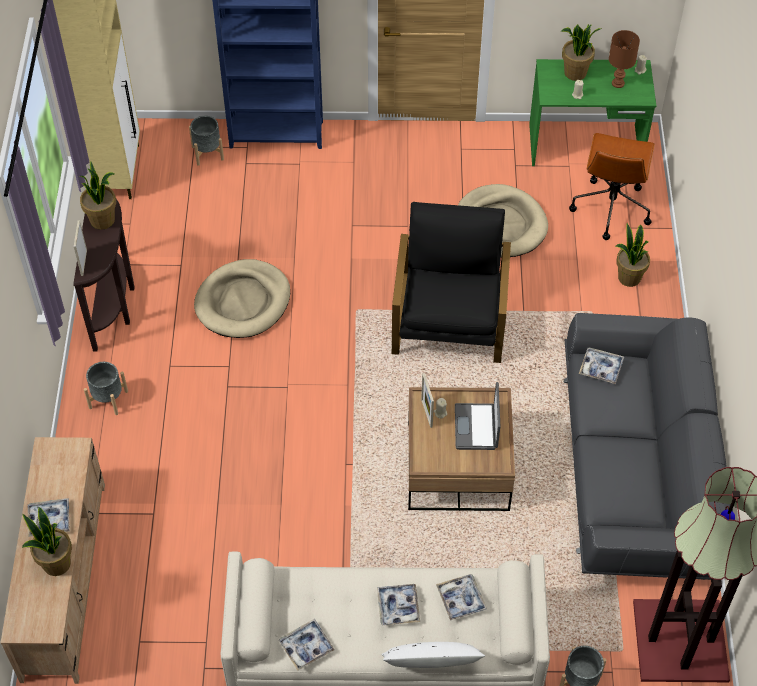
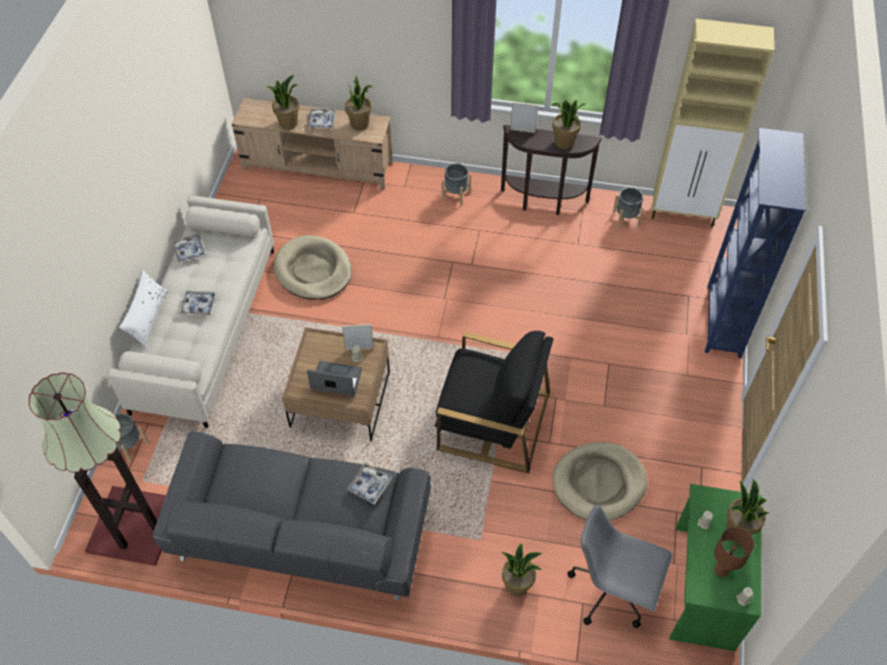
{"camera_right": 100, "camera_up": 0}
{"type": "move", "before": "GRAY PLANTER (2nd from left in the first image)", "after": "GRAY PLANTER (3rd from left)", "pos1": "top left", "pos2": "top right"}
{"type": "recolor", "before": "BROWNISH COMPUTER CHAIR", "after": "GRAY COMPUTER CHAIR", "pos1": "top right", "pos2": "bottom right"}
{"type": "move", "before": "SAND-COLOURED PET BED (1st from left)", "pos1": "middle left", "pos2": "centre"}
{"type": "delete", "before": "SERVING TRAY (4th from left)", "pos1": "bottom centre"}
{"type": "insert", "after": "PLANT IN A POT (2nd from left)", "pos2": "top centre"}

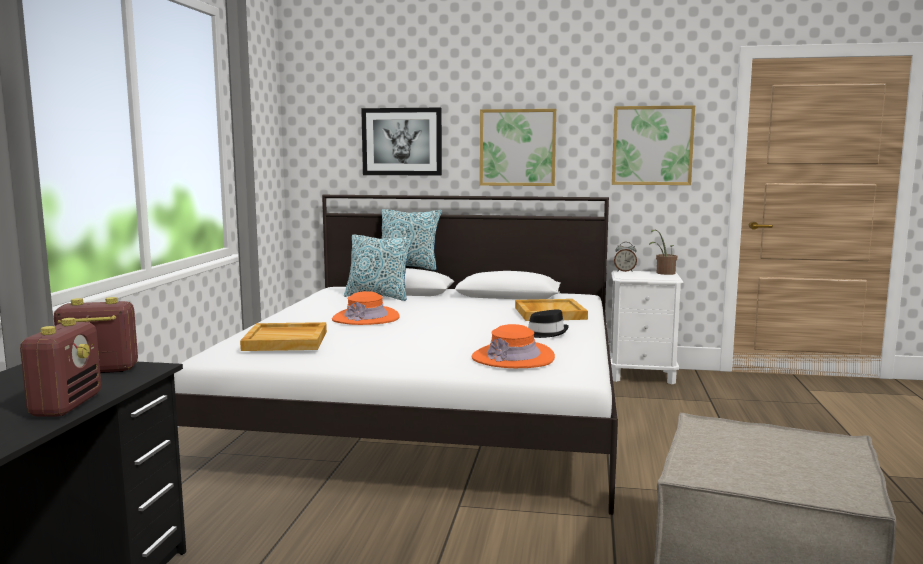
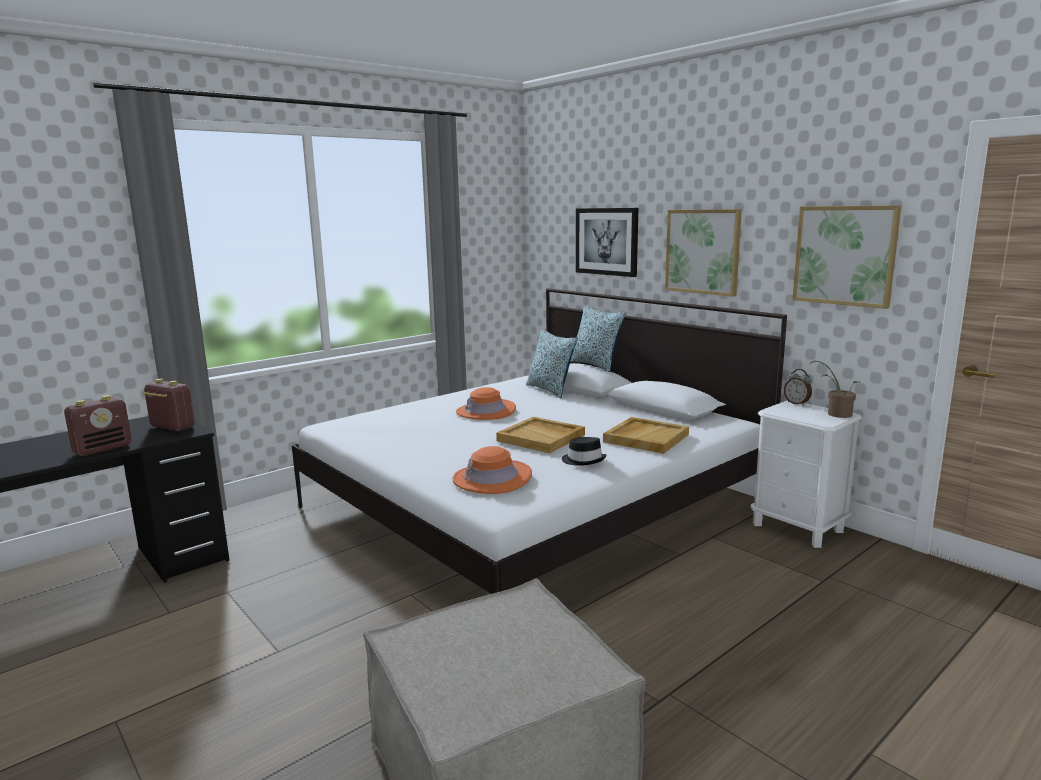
{"camera_right": 40, "camera_up": 5}
{"type": "move", "before": "SAND-COLOURED SERVING TRAY (1st from left)", "pos1": "middle left", "pos2": "centre"}

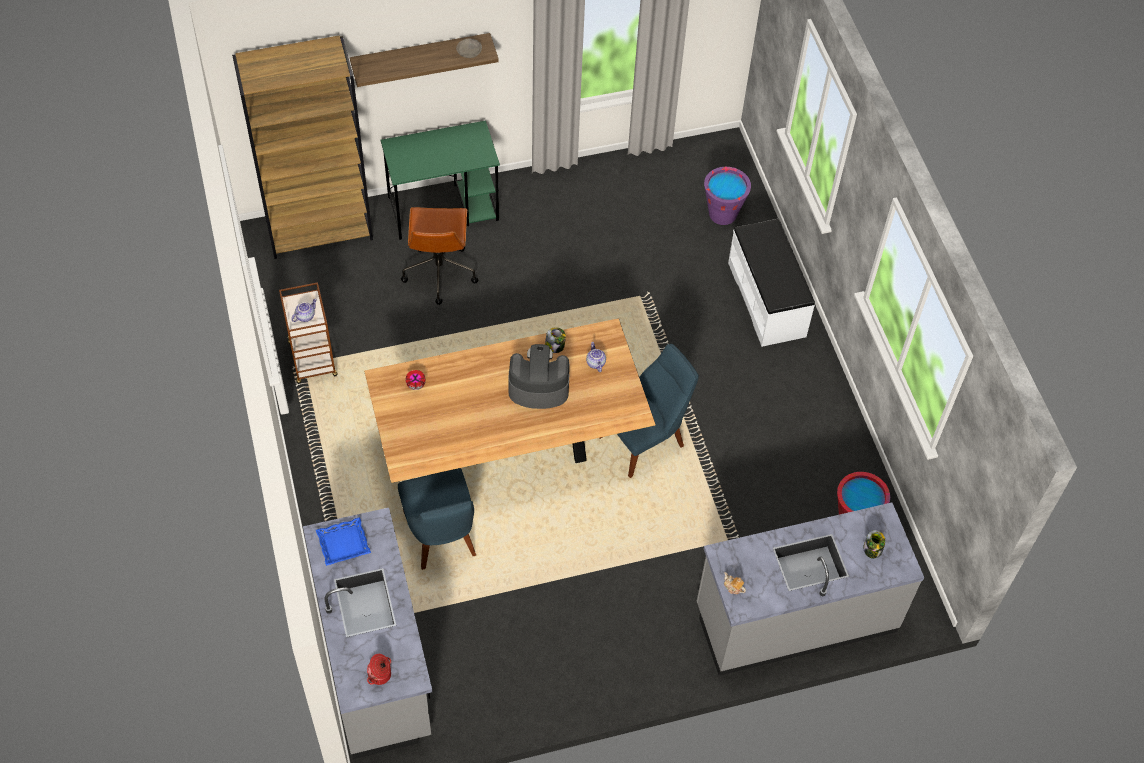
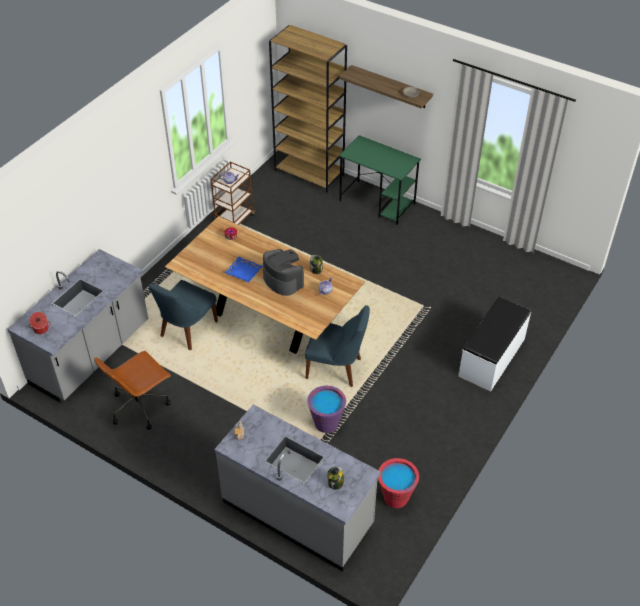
{"camera_right": 50, "camera_up": -10}
{"type": "move", "before": "PURPLE PAIL", "pos1": "top centre", "pos2": "bottom centre"}
{"type": "move", "before": "BROWNISH COMPUTER CHAIR", "pos1": "centre", "pos2": "middle left"}
{"type": "move", "before": "BLUE-COLOURED SERVING TRAY", "pos1": "bottom left", "pos2": "centre"}

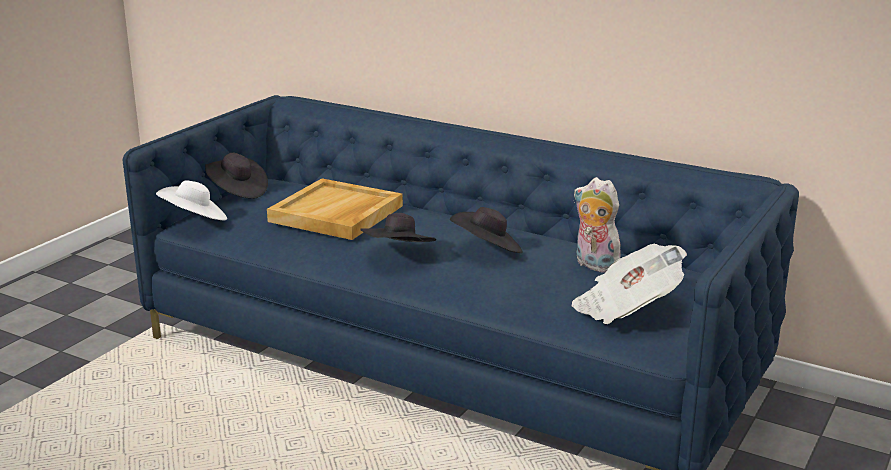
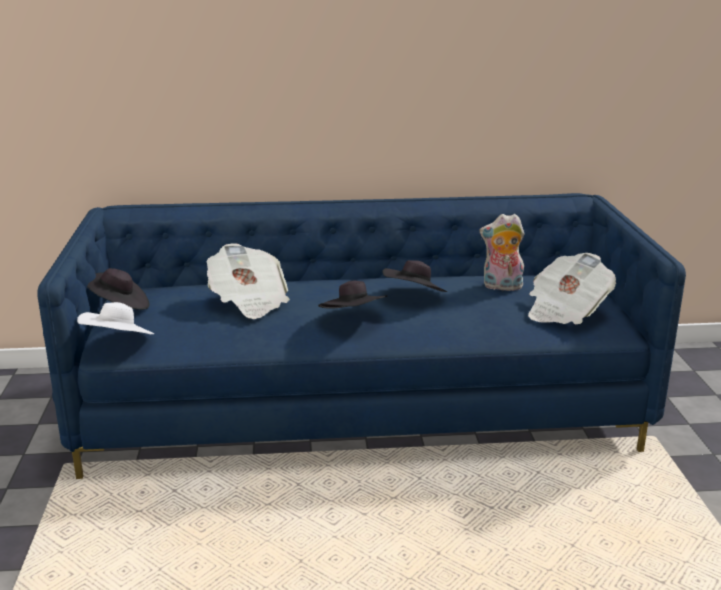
{"camera_right": -35, "camera_up": 0}
{"type": "replace", "before": "SAND-COLOURED SERVING TRAY", "after": "NEWSPAPER (1st from left)", "pos1": "centre", "pos2": "centre"}

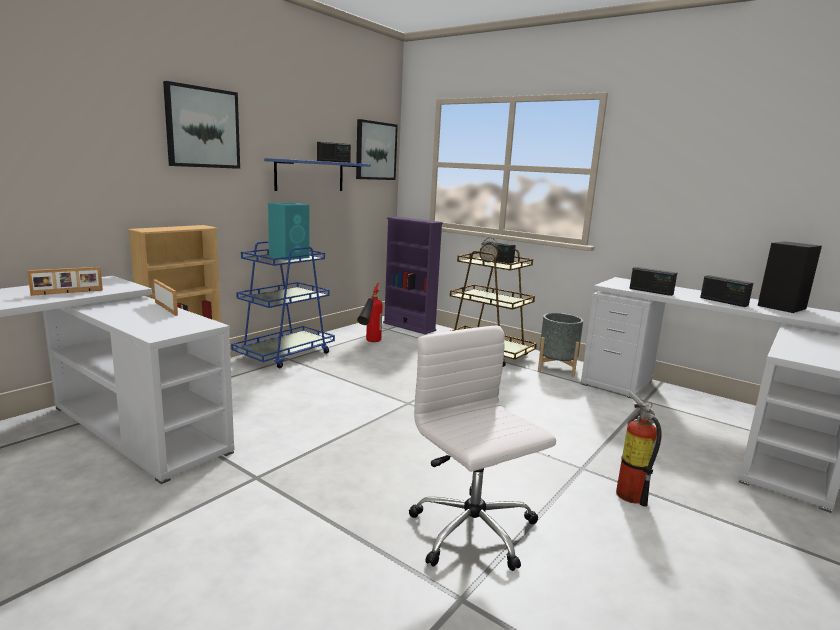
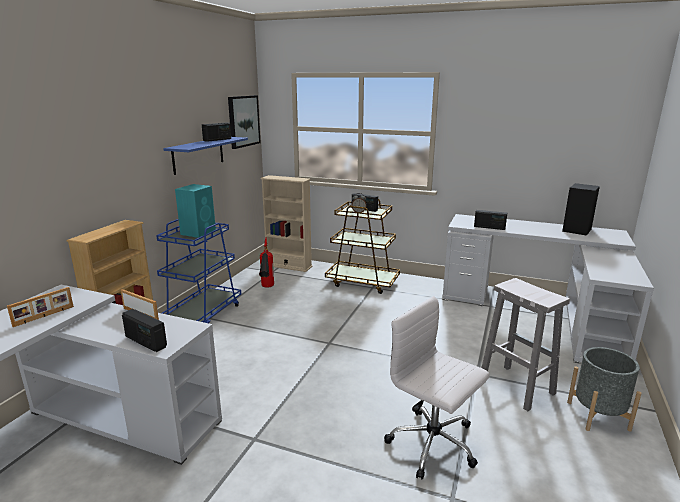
{"camera_right": -15, "camera_up": 5}
{"type": "delete", "before": "WALL ART (1st from left)", "pos1": "top left"}
{"type": "recolor", "before": "PURPLE BOOKCASE", "after": "SAND-COLOURED BOOKCASE (2nd from left)", "pos1": "centre", "pos2": "centre"}
{"type": "move", "before": "RADIO RECEIVER (4th from left in the first image)", "after": "RADIO RECEIVER (1st from left)", "pos1": "middle right", "pos2": "middle left"}
{"type": "move", "before": "GRAY PLANTER", "pos1": "middle right", "pos2": "bottom right"}
{"type": "replace", "before": "FIRE-FIGHTING CYLINDER (2nd from left)", "after": "WHITE-COLOURED SITTING STOOL", "pos1": "bottom right", "pos2": "bottom right"}

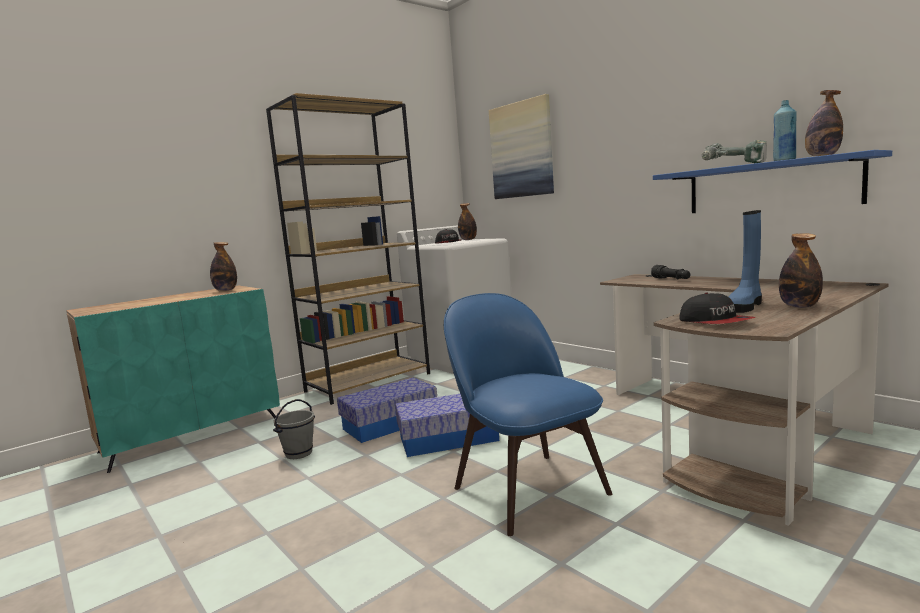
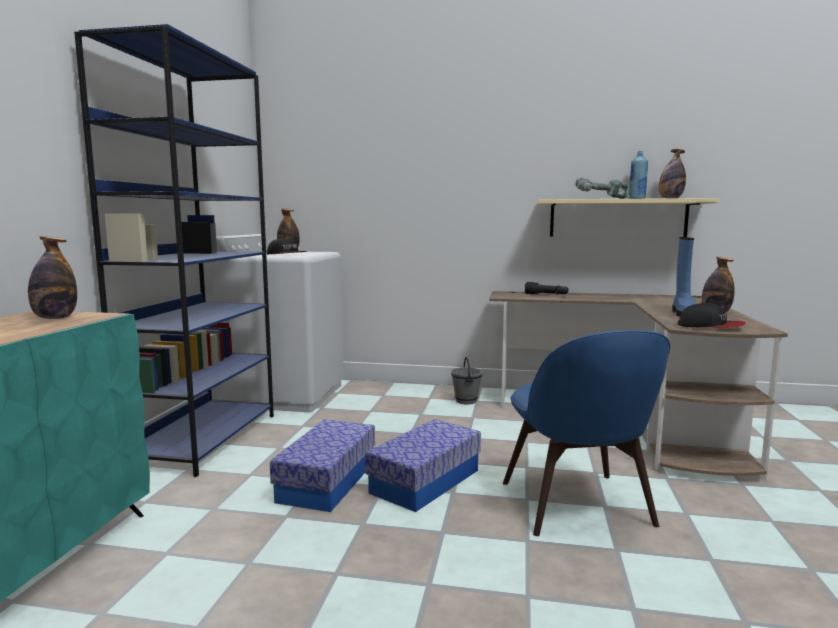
{"camera_right": -40, "camera_up": 0}
{"type": "recolor", "before": "BROWNISH BOOKCASE", "after": "BLUE-COLOURED BOOKCASE", "pos1": "centre", "pos2": "middle left"}
{"type": "delete", "before": "WALL ART", "pos1": "top centre"}
{"type": "recolor", "before": "BLUE-COLOURED WALL SHELF", "after": "SAND-COLOURED WALL SHELF", "pos1": "top right", "pos2": "middle right"}
{"type": "rotate", "before": "BLUE-COLOURED PLAIN CHAIR", "pos1": "bottom centre", "pos2": "bottom right", "turn": -120}
{"type": "move", "before": "GRAY PAIL", "pos1": "bottom left", "pos2": "centre"}

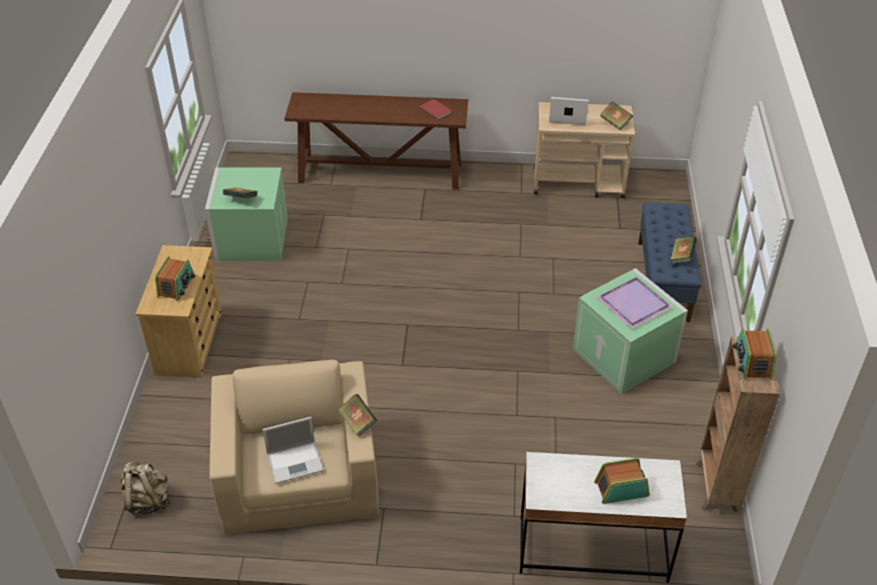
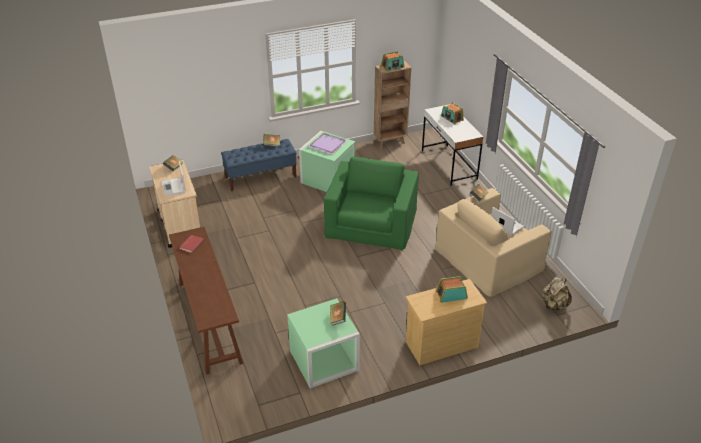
{"camera_right": -115, "camera_up": -5}
{"type": "insert", "after": "GREEN-COLOURED ARMCHAIR", "pos2": "centre"}

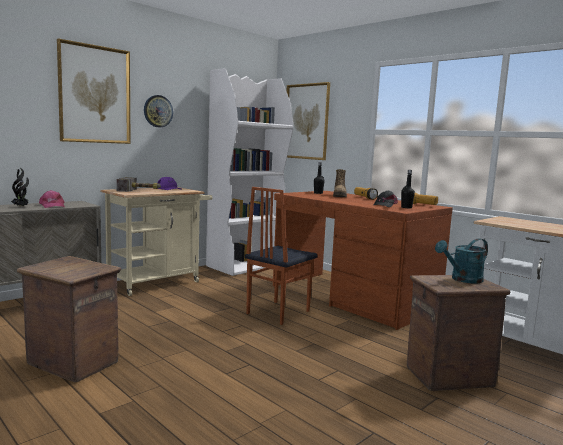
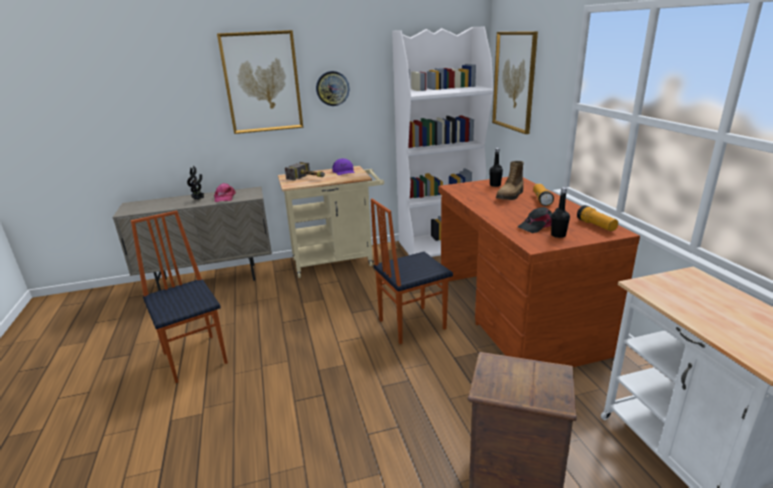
{"camera_right": 30, "camera_up": 15}
{"type": "delete", "before": "TURQUOISE SPRINKLING CAN", "pos1": "middle right"}
{"type": "replace", "before": "SHIPPING CRATE (1st from left)", "after": "PLAIN CHAIR (1st from left)", "pos1": "bottom left", "pos2": "middle left"}

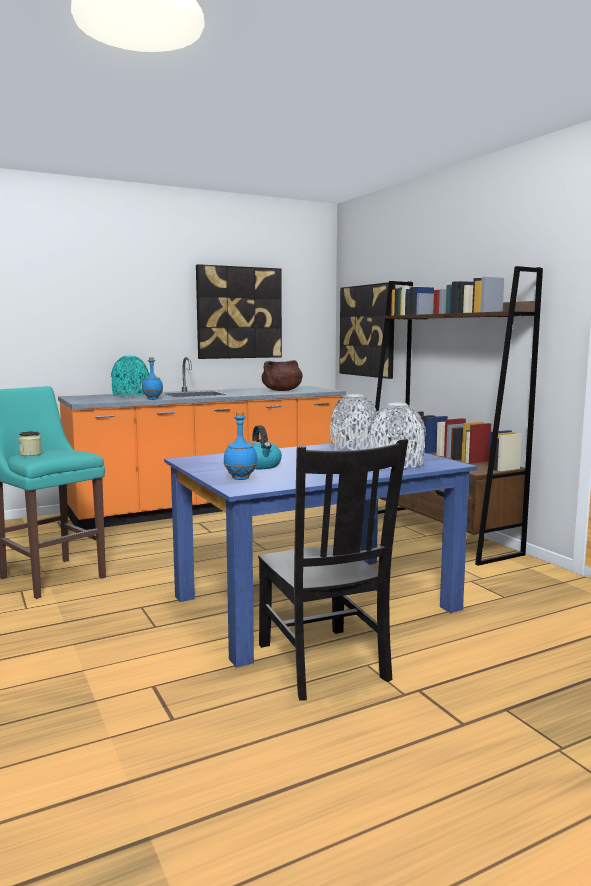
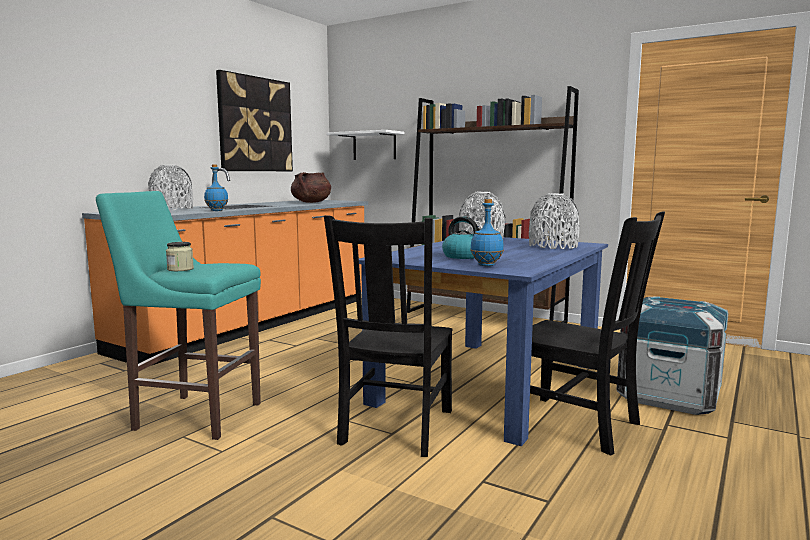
{"camera_right": -30, "camera_up": 0}
{"type": "replace", "before": "WALL ART (2nd from left)", "after": "WHITE-COLOURED WALL SHELF", "pos1": "centre", "pos2": "top centre"}
{"type": "recolor", "before": "TURQUOISE FLOWER VASE", "after": "GRAY FLOWER VASE (1st from left)", "pos1": "middle left", "pos2": "middle left"}
{"type": "insert", "after": "BLACK-COLOURED PLAIN CHAIR (1st from left)", "pos2": "centre"}
{"type": "insert", "after": "SHIPPING CRATE", "pos2": "middle right"}

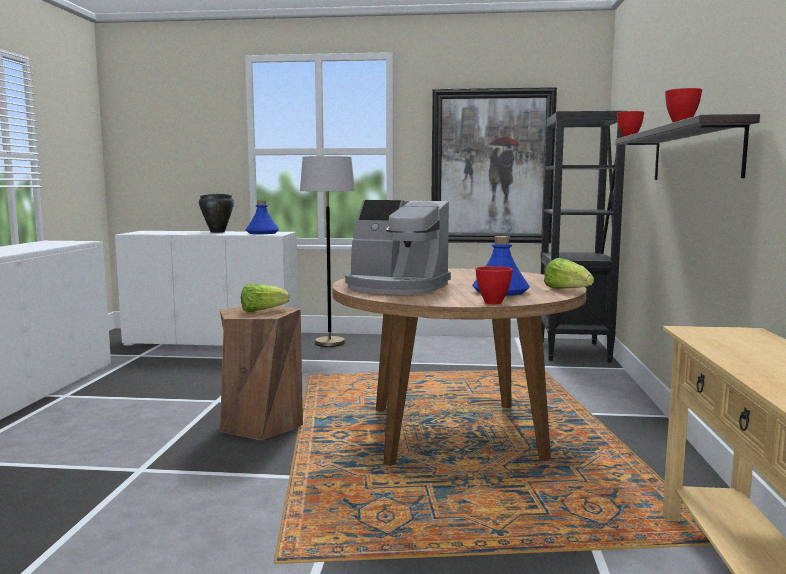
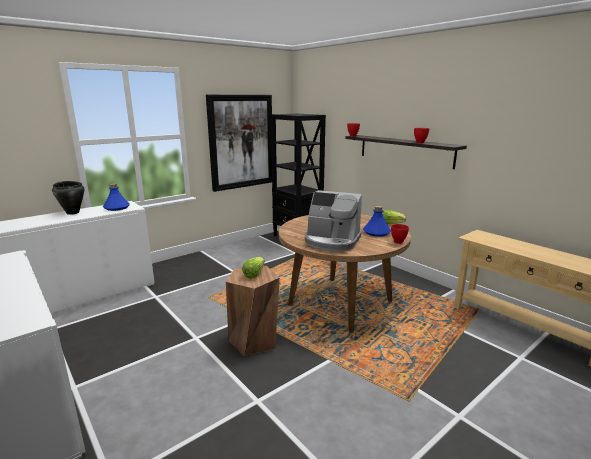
{"camera_right": -45, "camera_up": 10}
{"type": "delete", "before": "GRAY STANDARD LAMP", "pos1": "centre"}
{"type": "rotate", "before": "COFFEE MAKER", "pos1": "centre", "pos2": "centre", "turn": 45}

